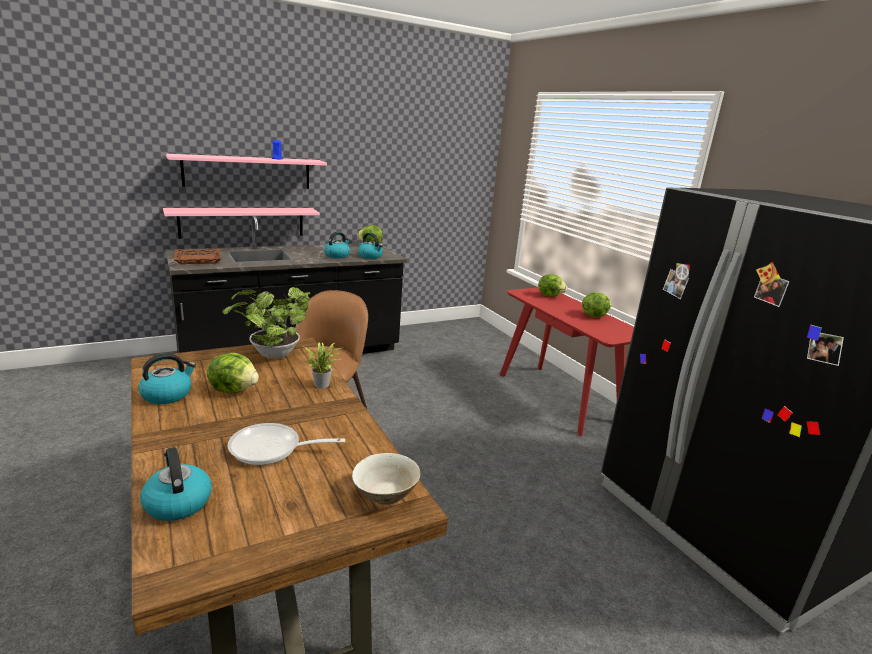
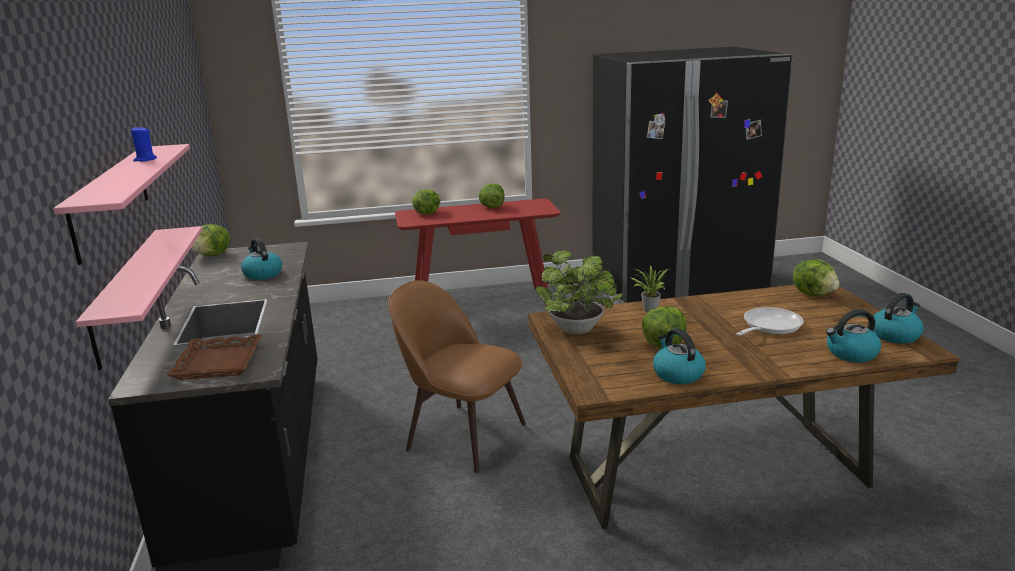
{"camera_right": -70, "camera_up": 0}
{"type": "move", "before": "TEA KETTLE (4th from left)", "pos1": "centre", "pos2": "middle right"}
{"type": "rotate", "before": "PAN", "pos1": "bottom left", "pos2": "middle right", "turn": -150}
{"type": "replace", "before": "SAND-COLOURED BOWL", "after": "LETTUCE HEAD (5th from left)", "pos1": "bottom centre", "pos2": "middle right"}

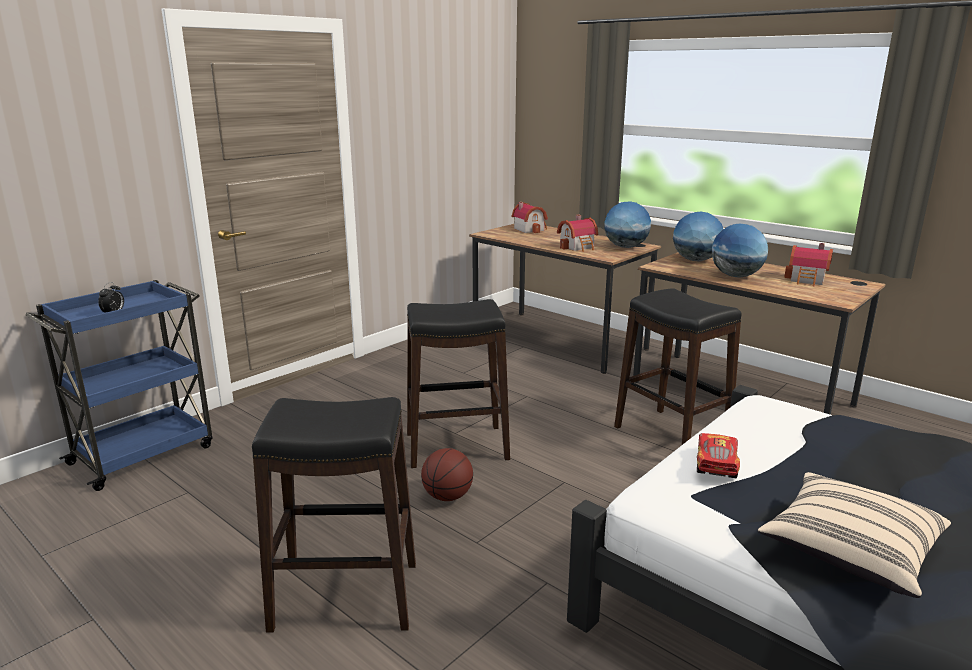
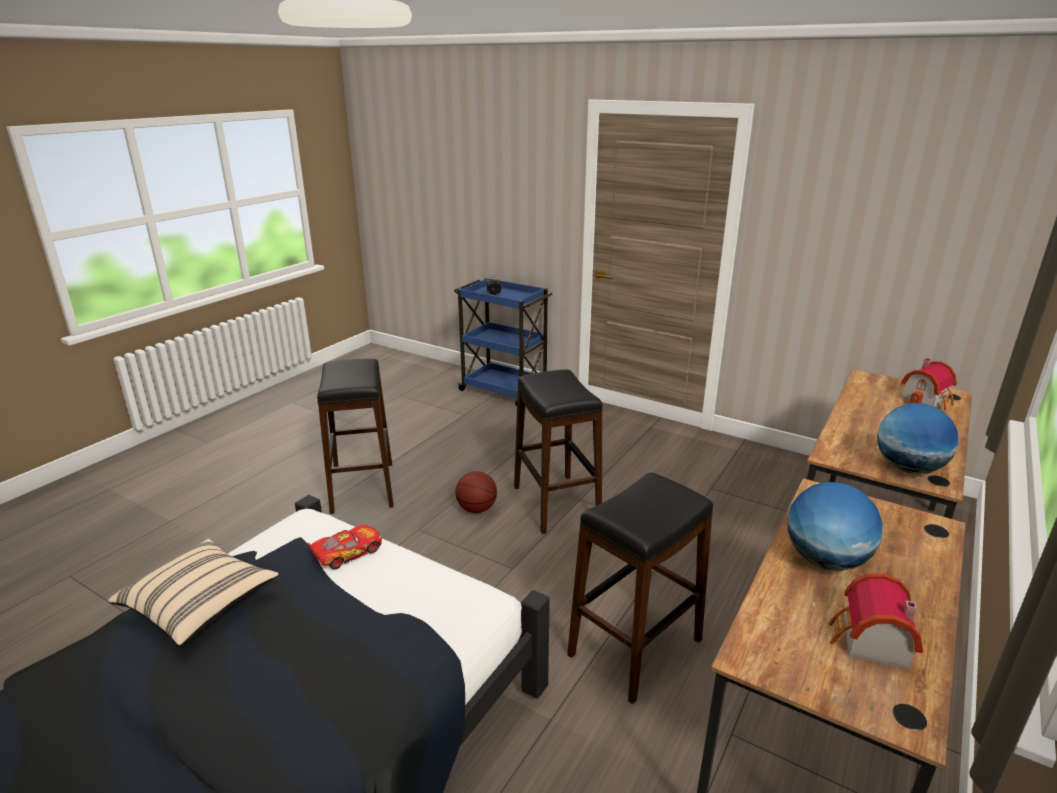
{"camera_right": 80, "camera_up": 5}
{"type": "delete", "before": "GLOBE (2nd from left)", "pos1": "middle right"}
{"type": "delete", "before": "MINIATURE HOUSE (2nd from left)", "pos1": "centre"}
{"type": "rotate", "before": "TOY CAR", "pos1": "bottom right", "pos2": "bottom left", "turn": -45}

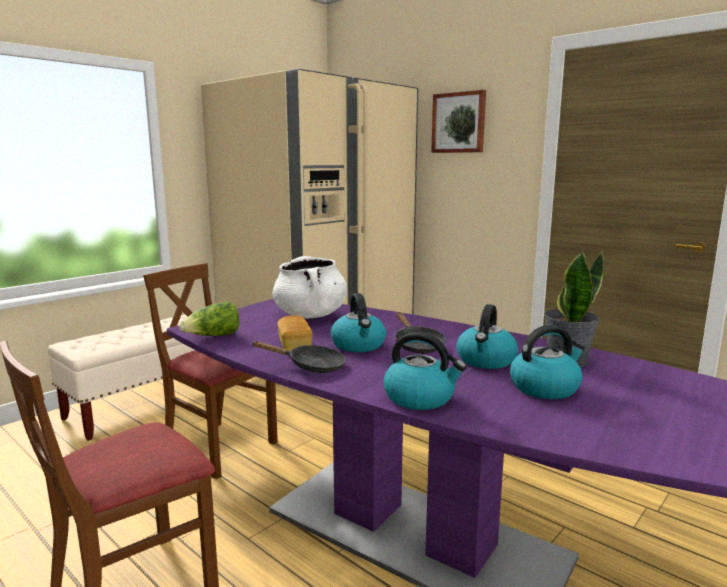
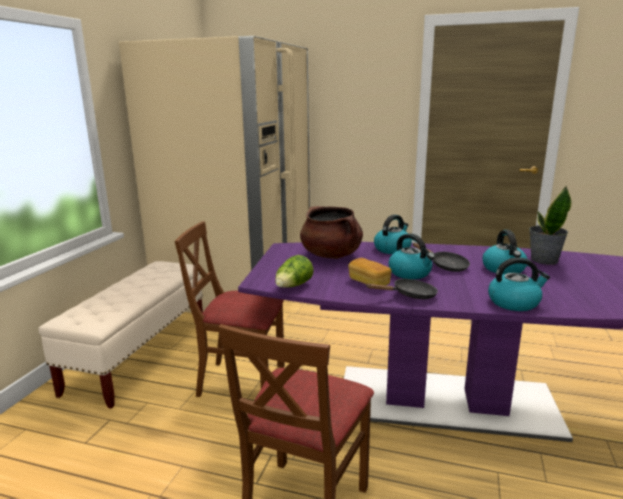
{"camera_right": -25, "camera_up": 5}
{"type": "delete", "before": "WALL ART", "pos1": "top centre"}
{"type": "recolor", "before": "WHITE-COLOURED STOCKPOT", "after": "BROWNISH STOCKPOT", "pos1": "centre", "pos2": "centre"}
{"type": "move", "before": "TEA KETTLE (4th from left in the first image)", "after": "TEA KETTLE (1st from left)", "pos1": "middle right", "pos2": "centre"}

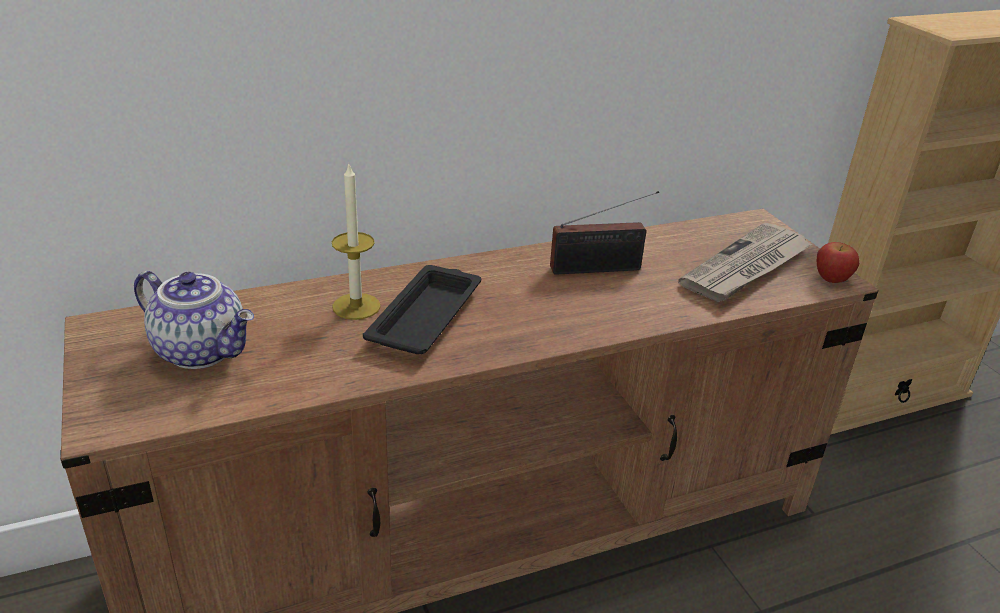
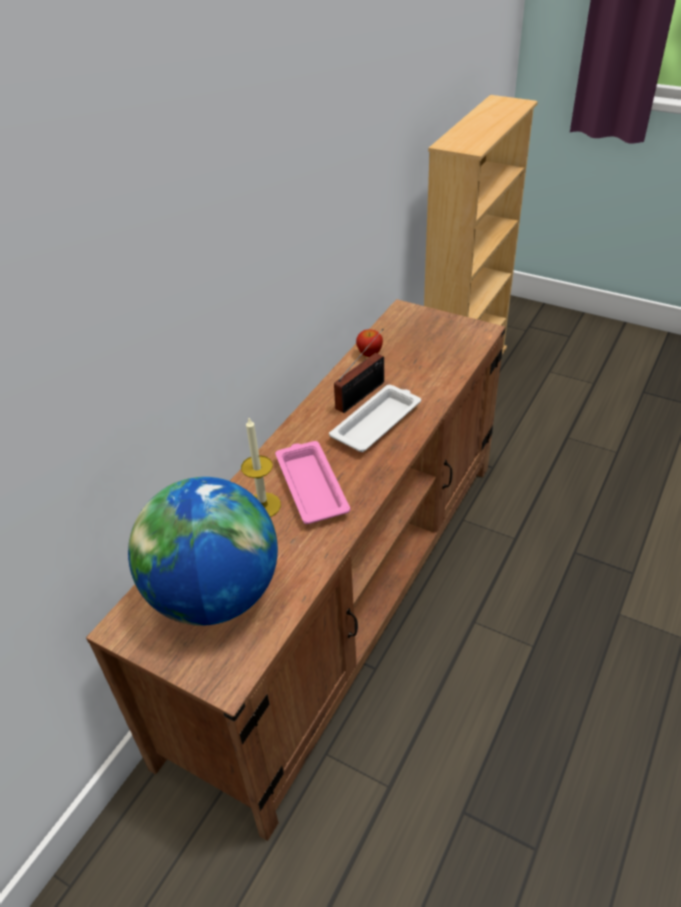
{"camera_right": -35, "camera_up": 10}
{"type": "delete", "before": "NEWSPAPER", "pos1": "middle right"}
{"type": "move", "before": "APPLE FRUIT", "pos1": "middle right", "pos2": "centre"}
{"type": "recolor", "before": "BLACK-COLOURED SERVING TRAY", "after": "PINK-COLOURED SERVING TRAY", "pos1": "centre", "pos2": "centre"}
{"type": "replace", "before": "TEA POT", "after": "GLOBE", "pos1": "middle left", "pos2": "middle left"}
{"type": "insert", "after": "WHITE-COLOURED SERVING TRAY", "pos2": "centre"}

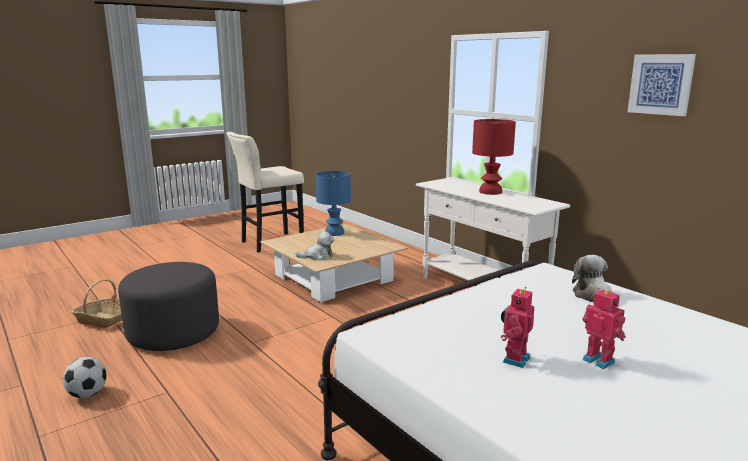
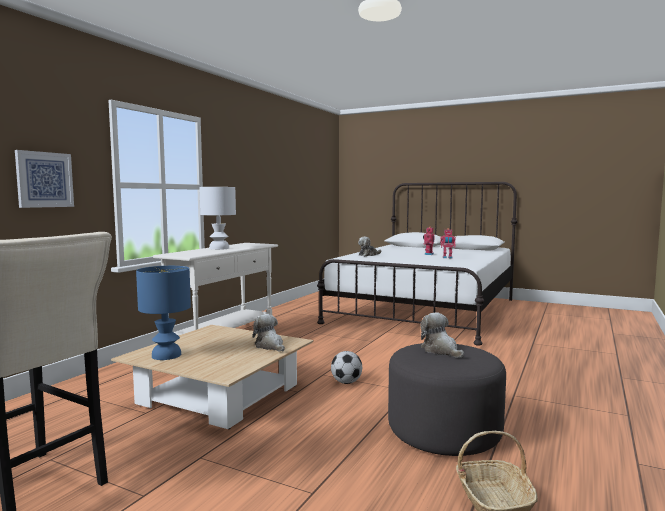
{"camera_right": -115, "camera_up": -10}
{"type": "move", "before": "WALL ART", "pos1": "top right", "pos2": "middle left"}
{"type": "recolor", "before": "RED-COLOURED TABLE LAMP", "after": "WHITE-COLOURED TABLE LAMP", "pos1": "centre", "pos2": "middle left"}
{"type": "move", "before": "FOOTBALL", "pos1": "bottom left", "pos2": "bottom centre"}
{"type": "insert", "after": "CUDDLY TOY (3rd from left)", "pos2": "centre"}

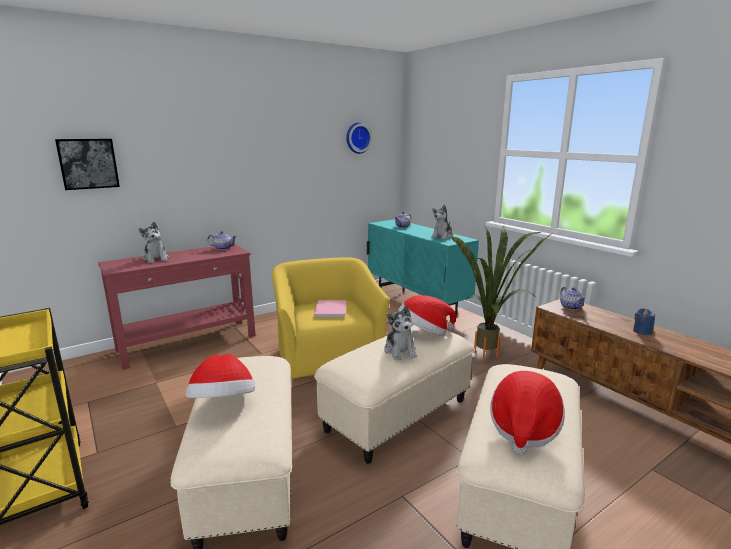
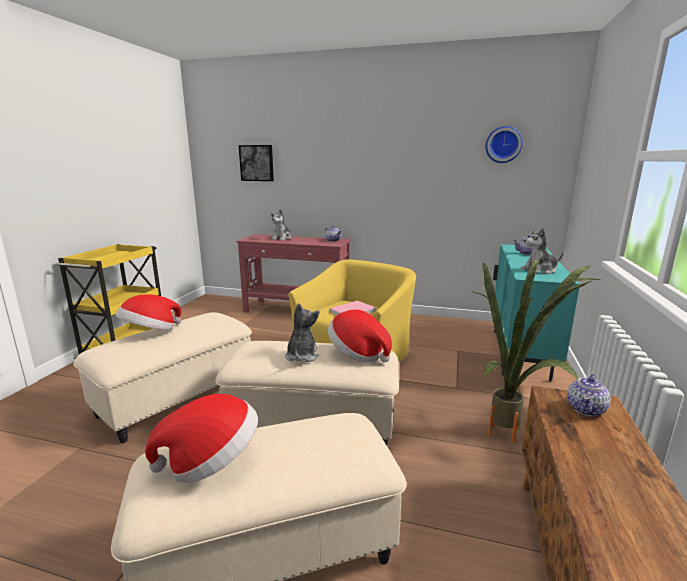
{"camera_right": 50, "camera_up": 0}
{"type": "rotate", "before": "CUDDLY TOY (2nd from left)", "pos1": "centre", "pos2": "centre", "turn": 150}
{"type": "delete", "before": "BLUE-COLOURED WAX CANDLE", "pos1": "middle right"}

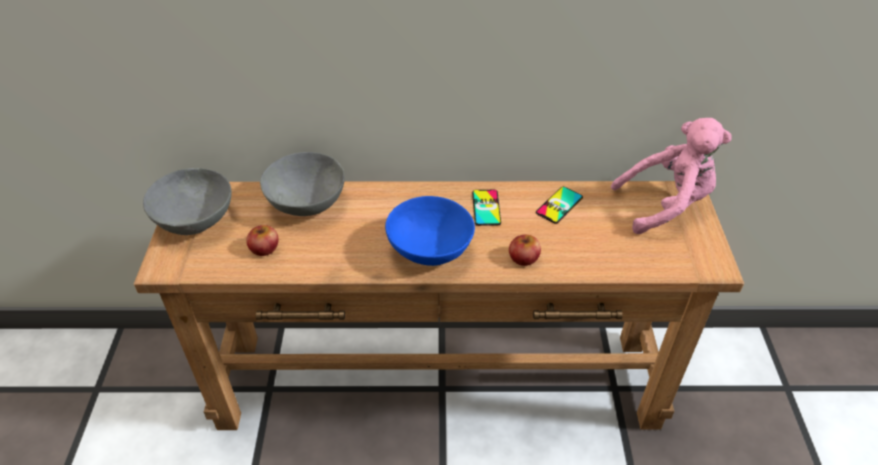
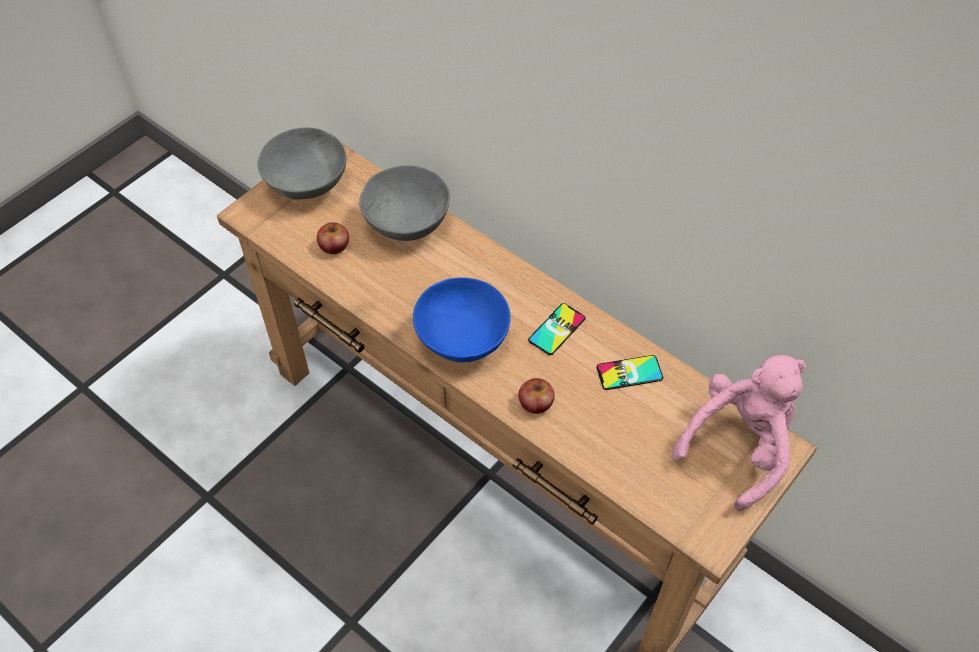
{"camera_right": 40, "camera_up": 10}
{"type": "rotate", "before": "PINK-COLOURED CUDDLY TOY", "pos1": "middle right", "pos2": "middle right", "turn": -75}

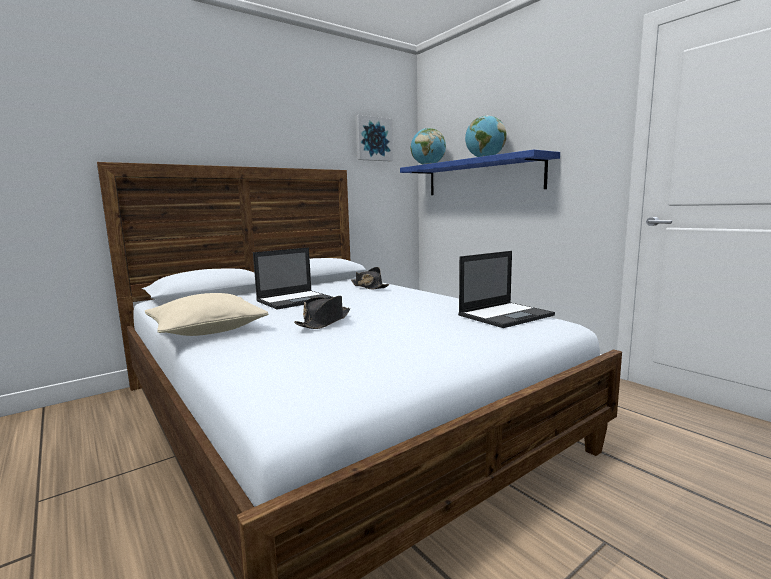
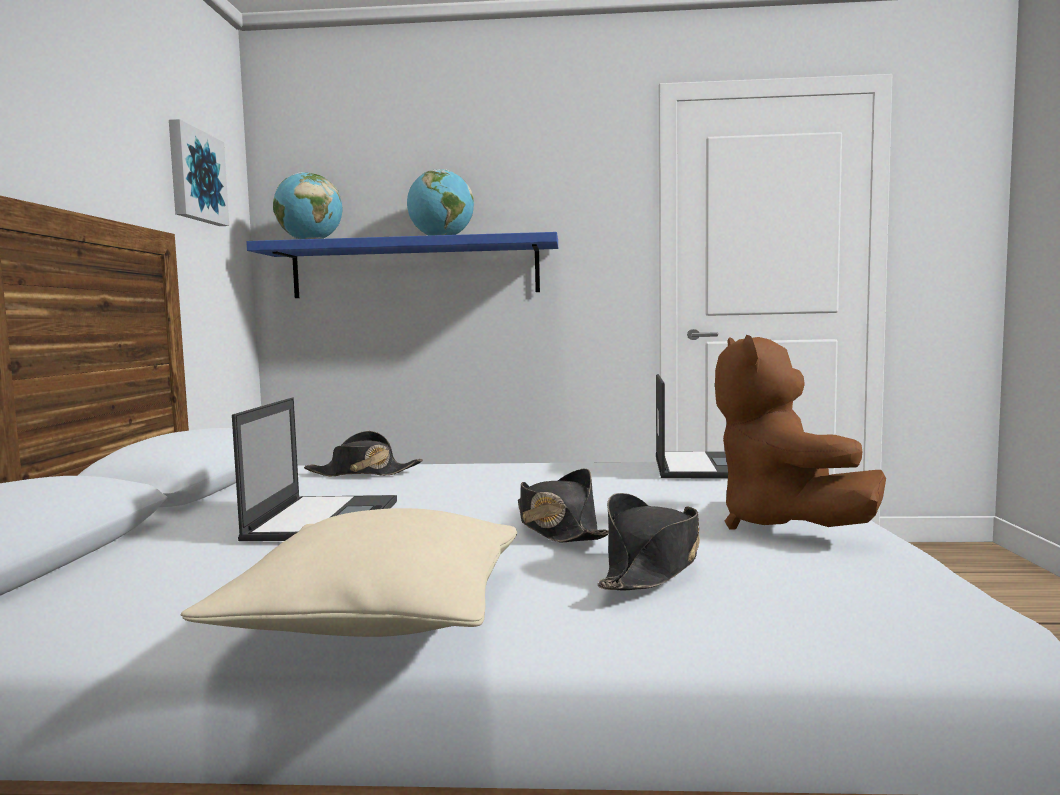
{"camera_right": -50, "camera_up": -5}
{"type": "insert", "after": "BROWNISH CUDDLY TOY", "pos2": "middle right"}
{"type": "insert", "after": "BLACK-COLOURED WEARABLE HAT (3rd from left)", "pos2": "bottom centre"}

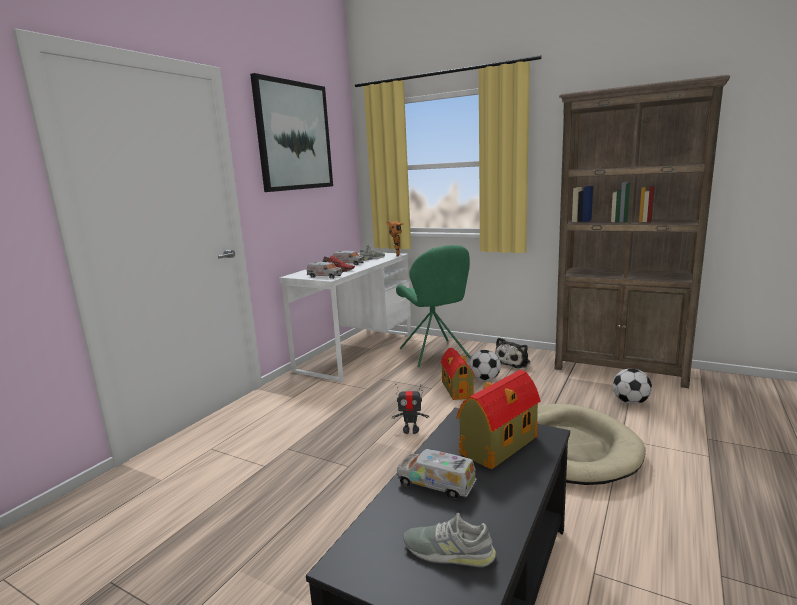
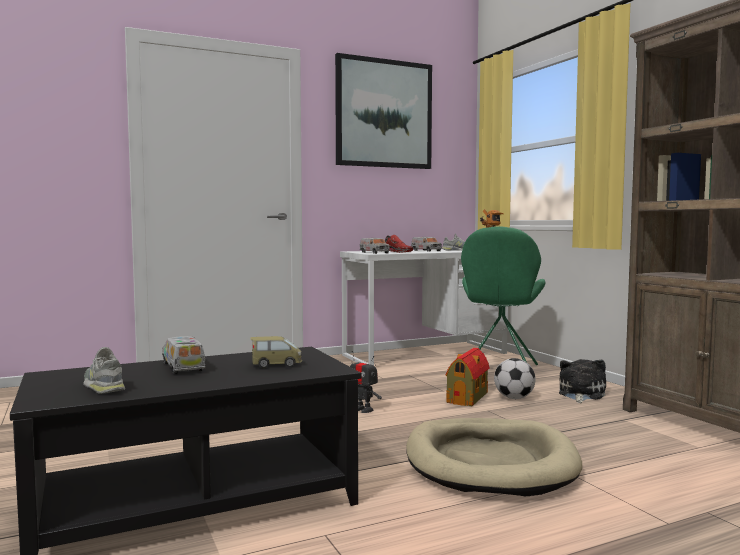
{"camera_right": 35, "camera_up": -10}
{"type": "rotate", "before": "CUDDLY TOY", "pos1": "centre", "pos2": "bottom right", "turn": 135}
{"type": "delete", "before": "FOOTBALL (2nd from left)", "pos1": "middle right"}
{"type": "replace", "before": "MINIATURE HOUSE (2nd from left)", "after": "TOY CAR", "pos1": "bottom centre", "pos2": "centre"}

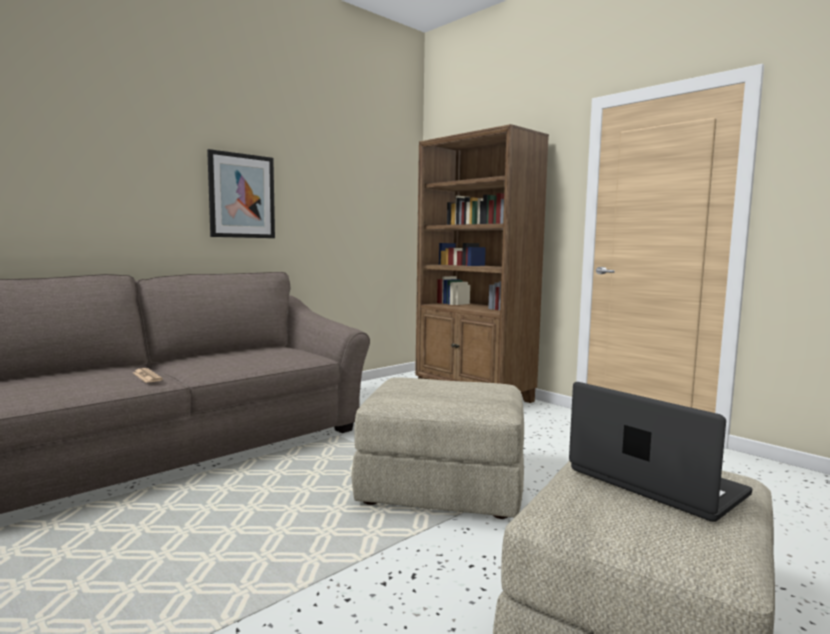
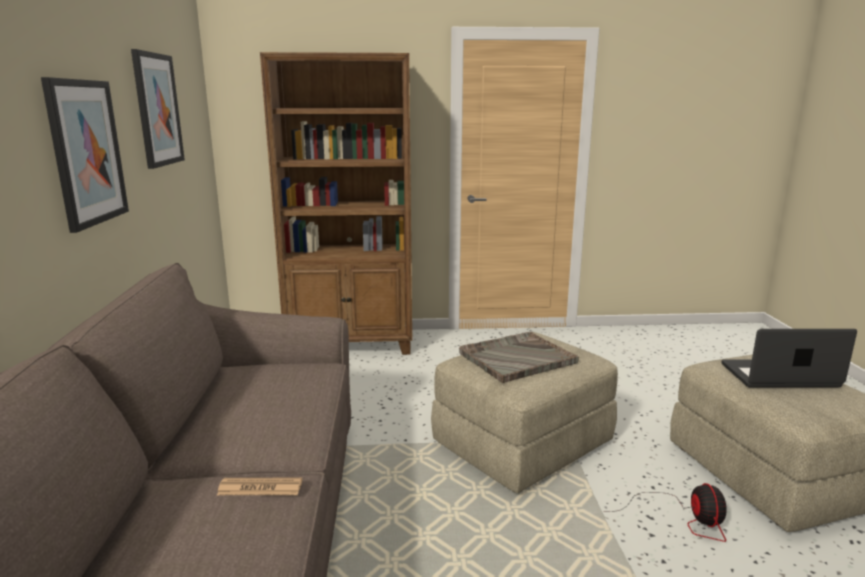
{"camera_right": -50, "camera_up": 10}
{"type": "insert", "after": "WALL ART (2nd from left)", "pos2": "top left"}
{"type": "insert", "after": "GRAY SERVING TRAY", "pos2": "centre"}
{"type": "insert", "after": "FAN", "pos2": "bottom right"}

